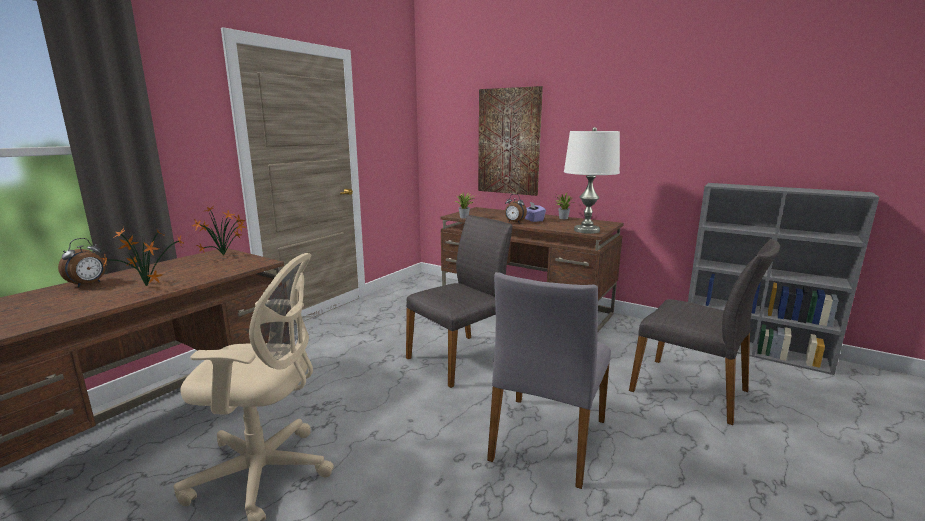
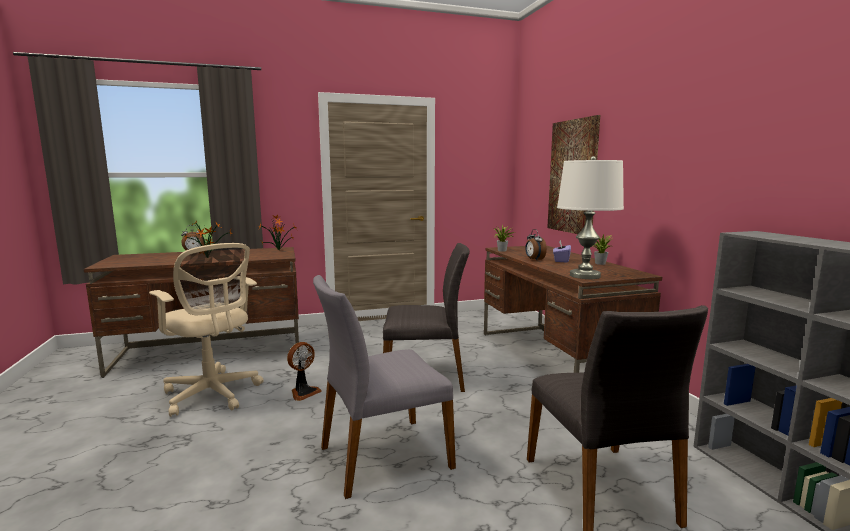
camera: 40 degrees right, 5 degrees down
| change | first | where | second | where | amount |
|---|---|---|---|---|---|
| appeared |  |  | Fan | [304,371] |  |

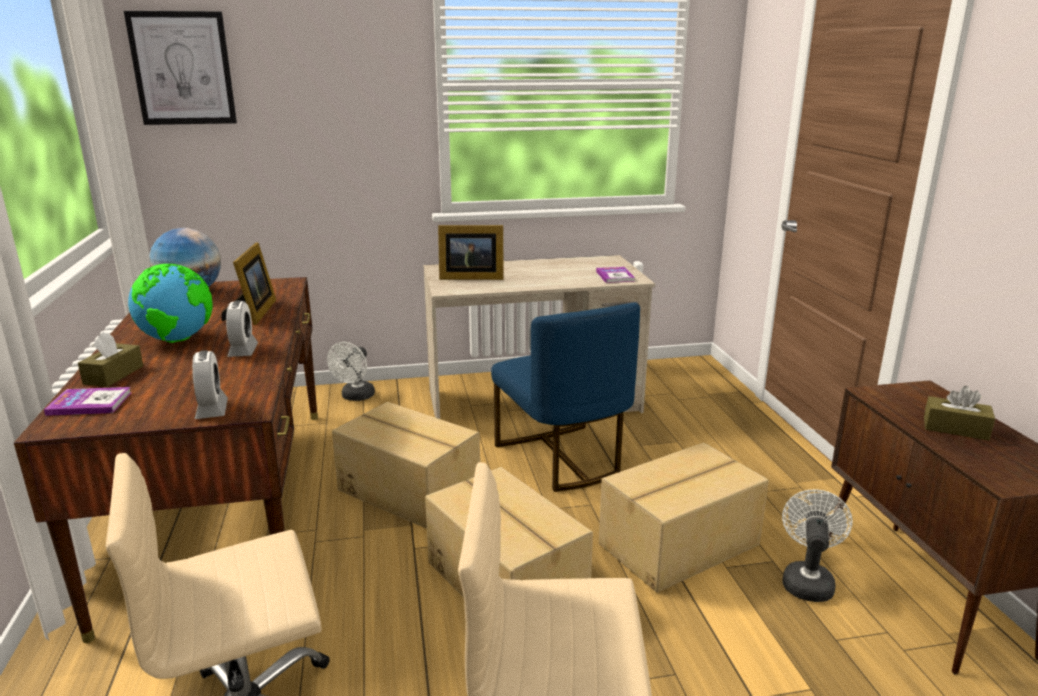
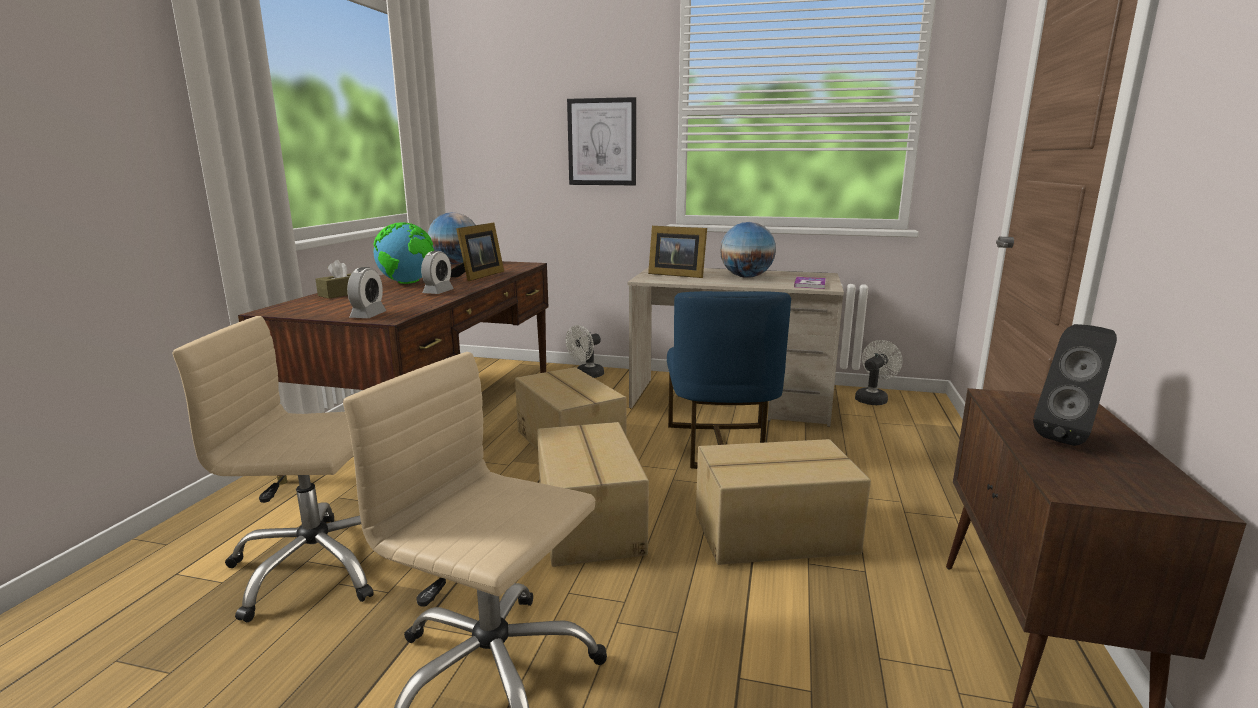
camera: 25 degrees right, 5 degrees down
| change | first | where | second | where | amount |
|---|---|---|---|---|---|
| missing | Book | [87,401] |  |  |  |
| relocated | WallPicture | [180,68] |  | [601,141] |  |
| relocated | WhiteColouredFan | [817,545] |  | [879,372] |  |
| exchanged | BrownishBoxOfTissues | [959,413] | BlackAudioSpeaker | [1075,385] |  |
| appeared |  |  | WorldGlobe | [748,250] |  |

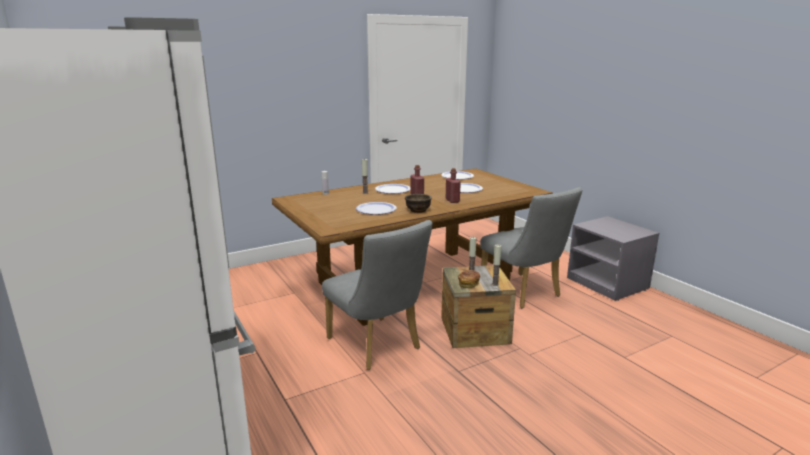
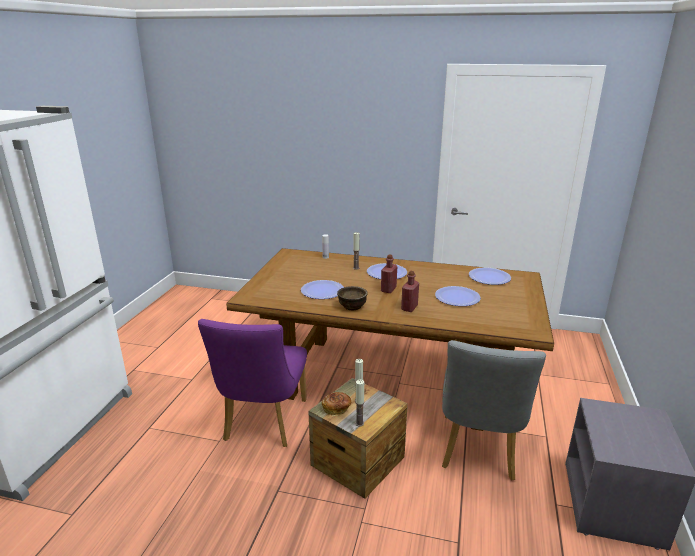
camera: 45 degrees right, 5 degrees up
| change | first | where | second | where | amount |
|---|---|---|---|---|---|
| colour | GreyishPlainChair | [377,295] | PurplishPlainChair | [252,383] |  |

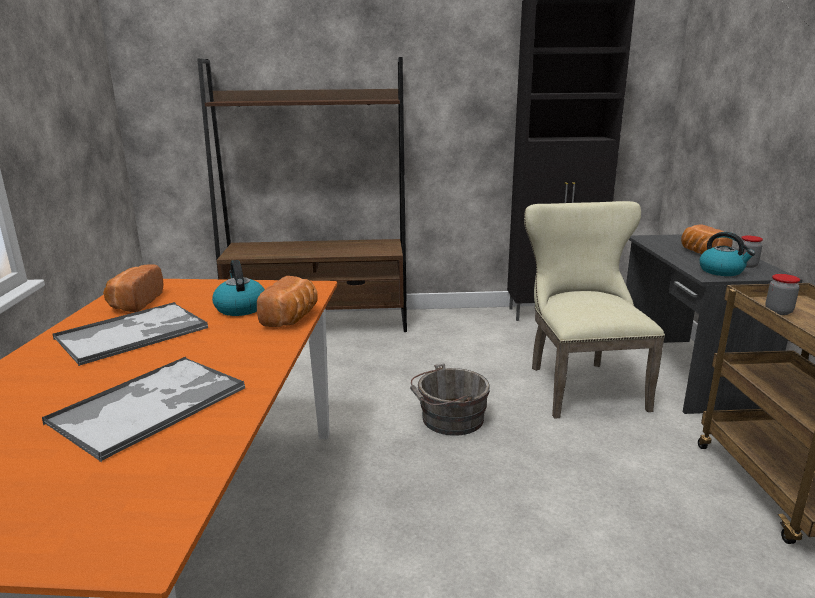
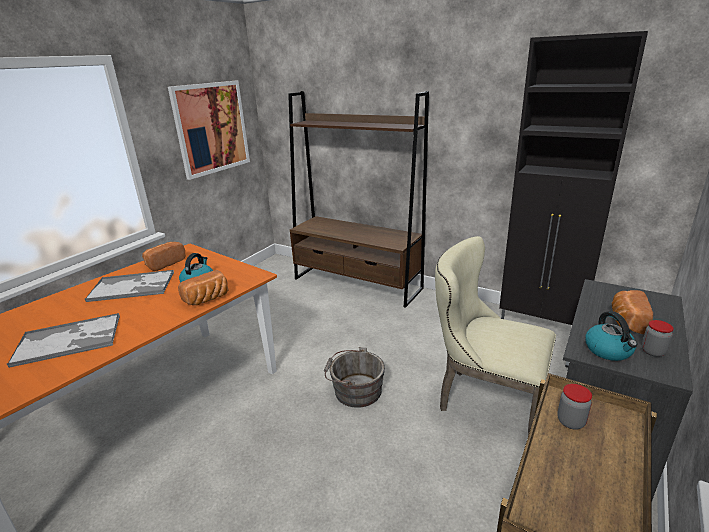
camera: 35 degrees right, 5 degrees up
| change | first | where | second | where | amount |
|---|---|---|---|---|---|
| spun | BeigePlainChair | [594,309] |  | [495,336] | 90 degrees counterclockwise |
| appeared |  |  | WallPicture | [209,130] |  |

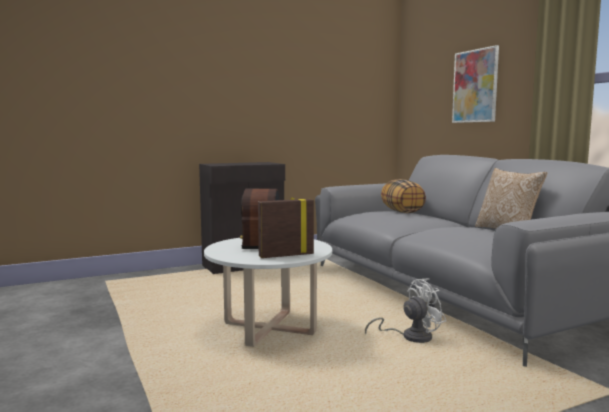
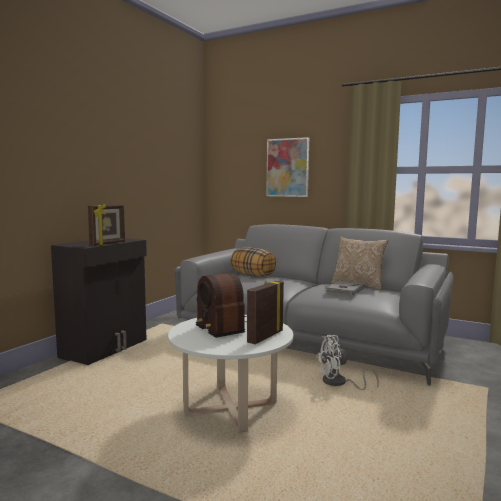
camera: 35 degrees left, 0 degrees up
| change | first | where | second | where | amount |
|---|---|---|---|---|---|
| spun | WhiteColouredFan | [405,310] |  | [347,362] | 135 degrees counterclockwise |
| appeared |  |  | PictureFrame | [106,224] |  |
| appeared |  |  | GreyishBook | [344,288] |  |

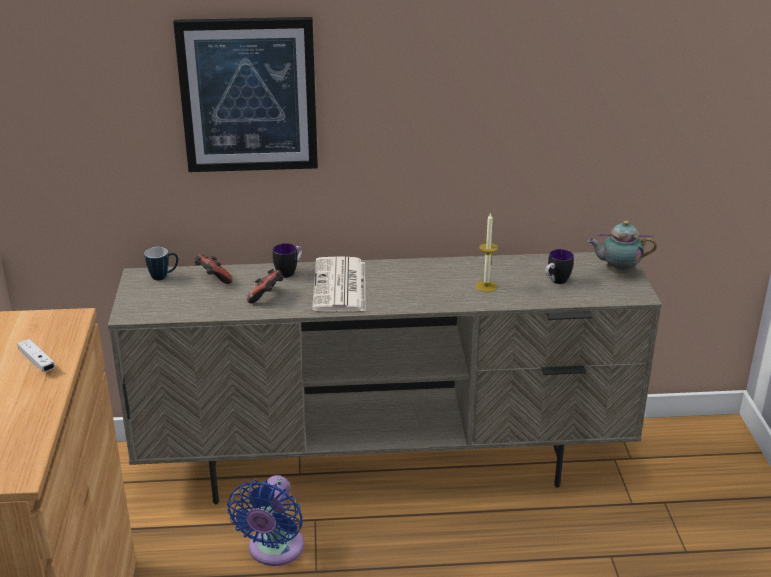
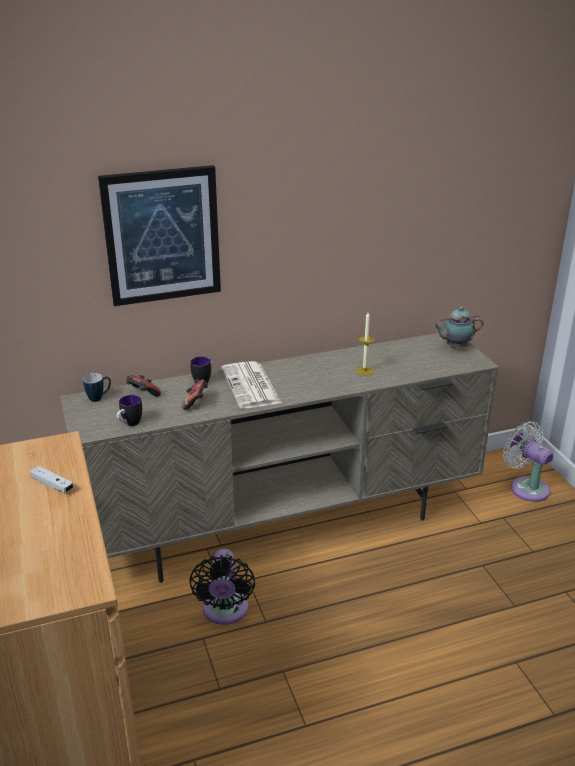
camera: 15 degrees left, 0 degrees up
| change | first | where | second | where | amount |
|---|---|---|---|---|---|
| colour | BluishFan | [265,520] | BlackFan | [222,587] |  |
| relocated | Mug | [559,266] |  | [129,410] |  |
| appeared |  |  | WhiteColouredFan | [528,461] |  |

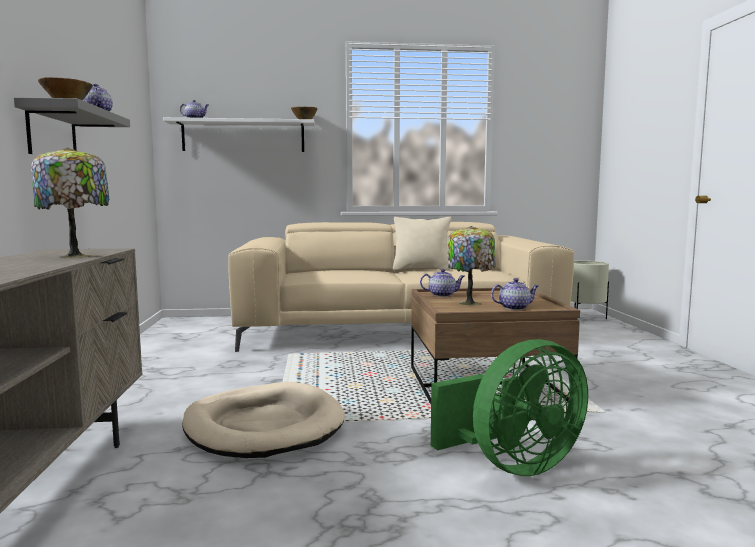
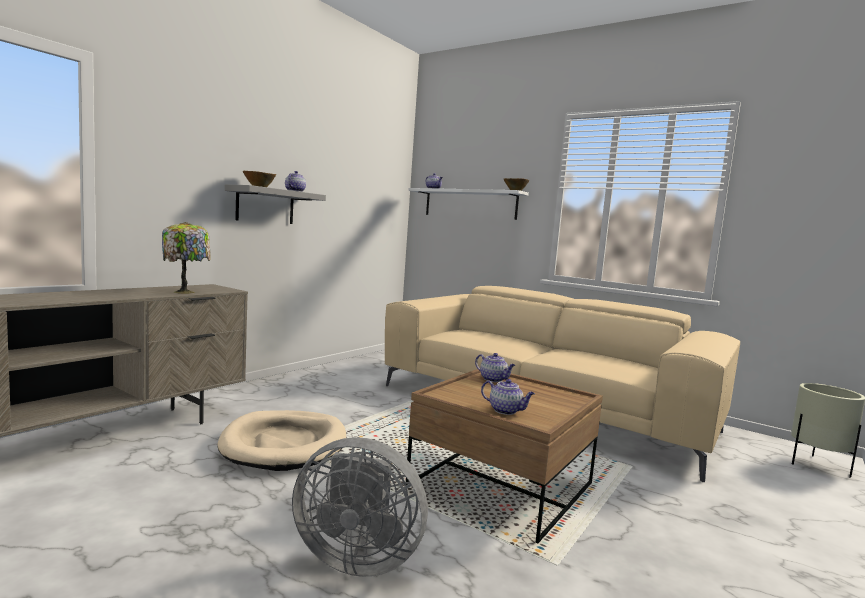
camera: 40 degrees right, 0 degrees up
| change | first | where | second | where | amount |
|---|---|---|---|---|---|
| missing | BeigeThrowPillow | [422,244] |  |  |  |
| colour | GreenishFan | [509,407] | GreyishFan | [360,507] |  |
| missing | TabletopLamp | [471,266] |  |  |  |

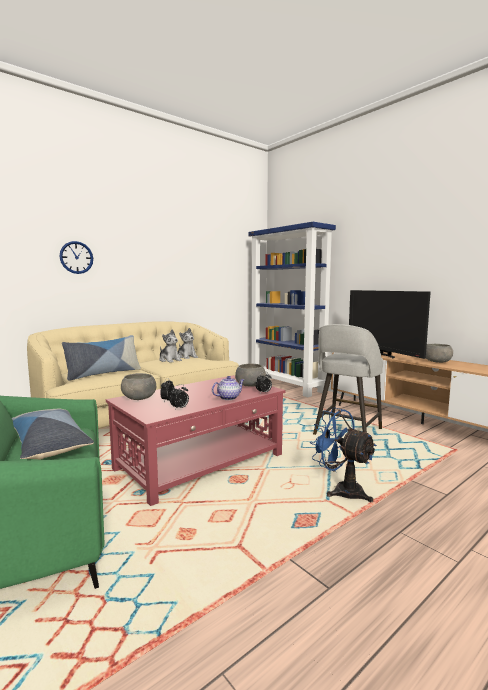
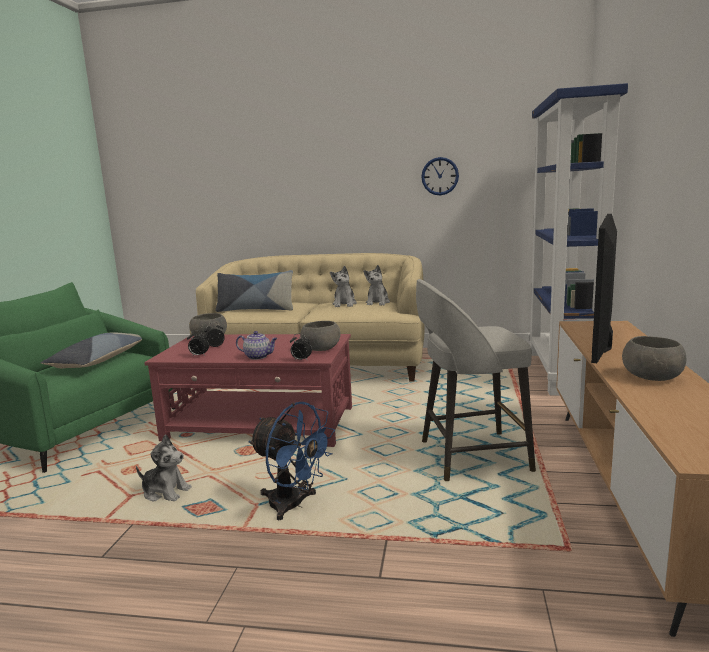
camera: 50 degrees right, 5 degrees up
| change | first | where | second | where | amount |
|---|---|---|---|---|---|
| relocated | ClockOnTheWall | [76,257] |  | [440,176] |  |
| spun | BluishFan | [343,454] |  | [292,461] | 120 degrees clockwise |
| appeared |  |  | SoftToy | [164,467] |  |

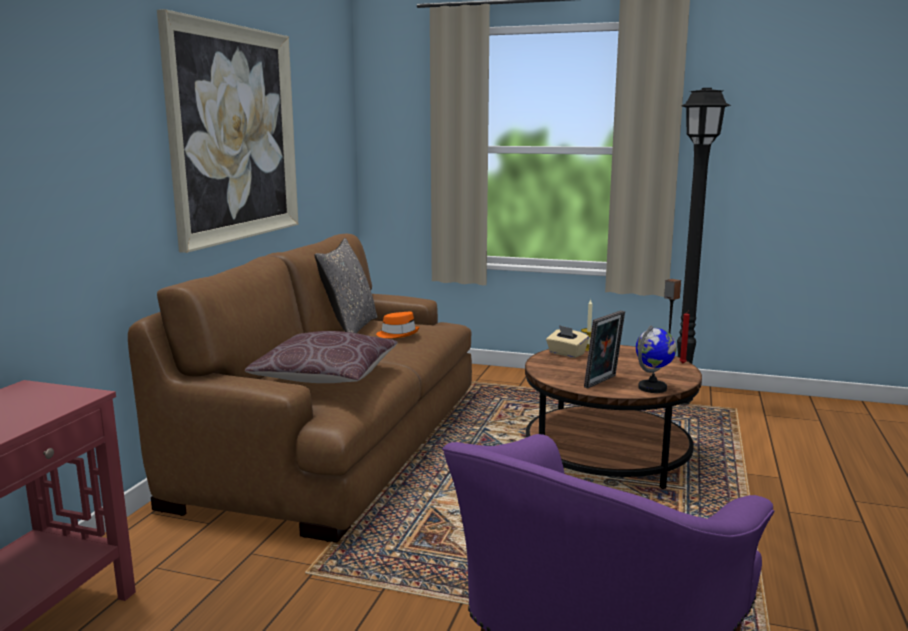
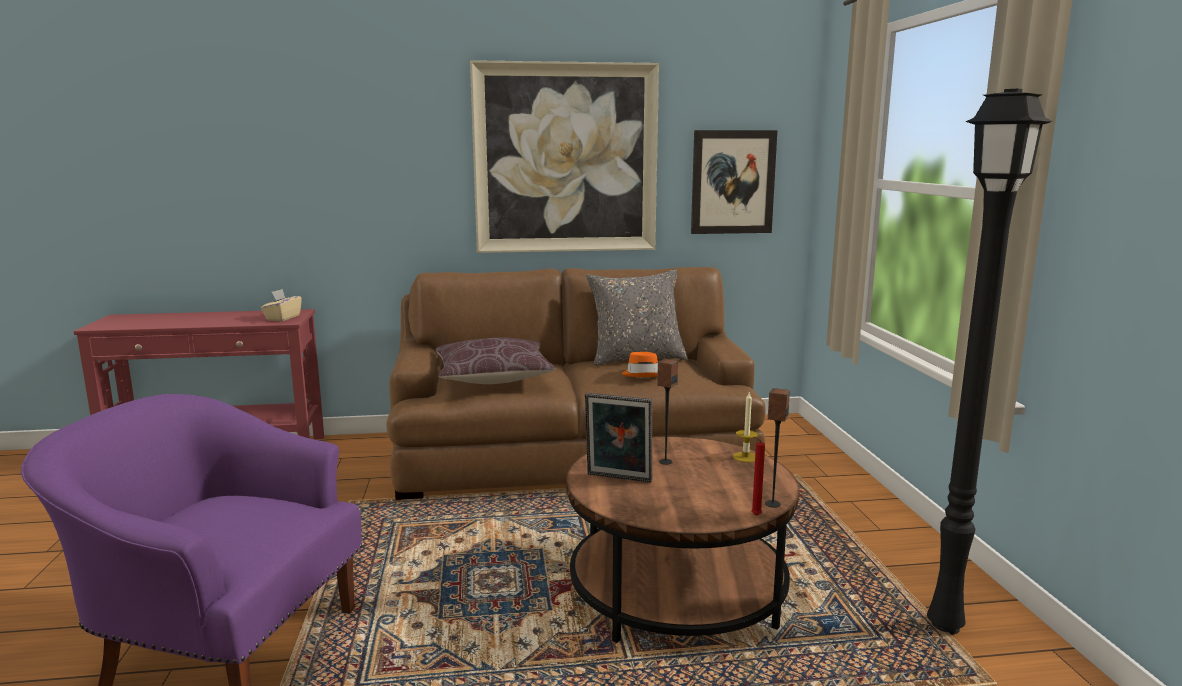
camera: 65 degrees right, 0 degrees up
| change | first | where | second | where | amount |
|---|---|---|---|---|---|
| relocated | BeigeBoxOfTissues | [567,341] |  | [281,305] |  |
| missing | WorldGlobe | [656,359] |  |  |  |
| appeared |  |  | AudioSpeaker | [667,412] |  |
| appeared |  |  | WallPicture | [734,182] |  |

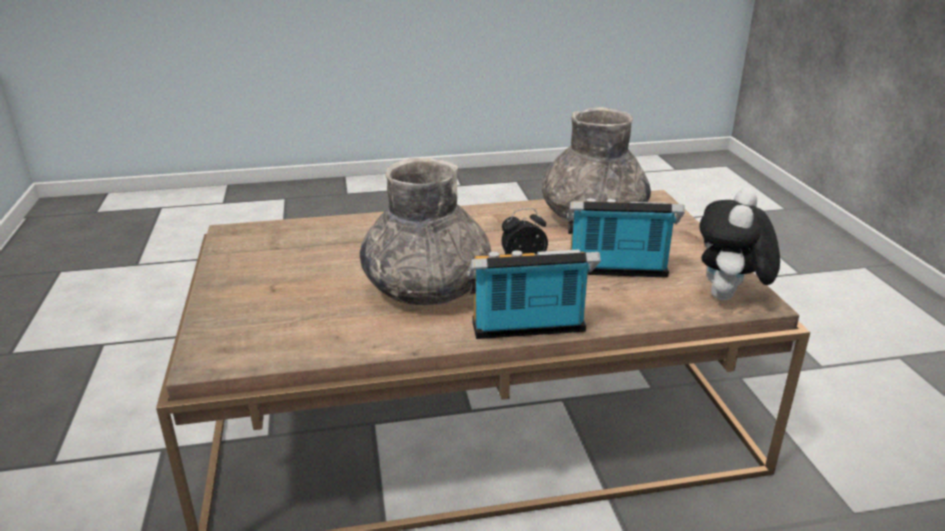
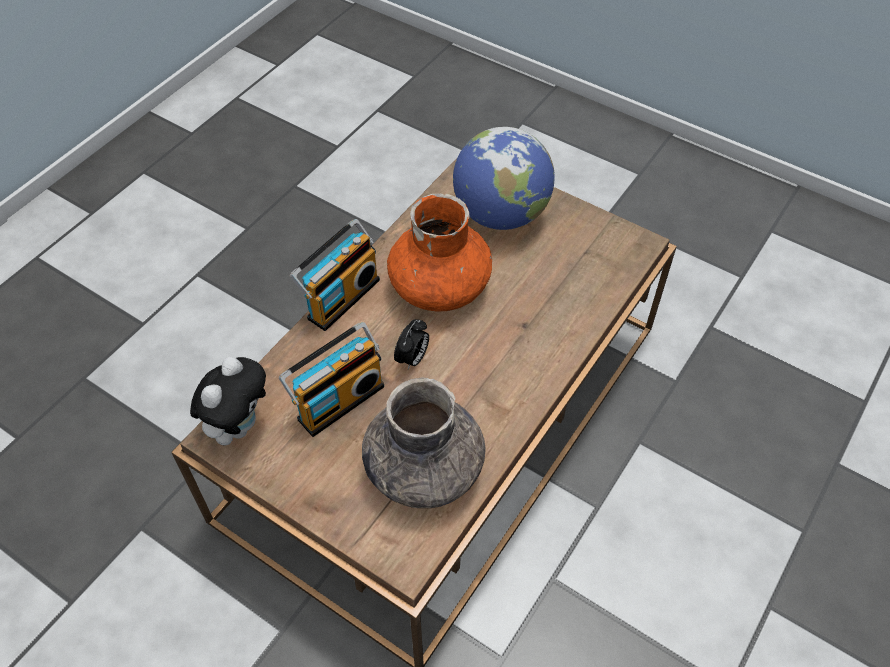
camera: 135 degrees right, 25 degrees up
| change | first | where | second | where | amount |
|---|---|---|---|---|---|
| colour | GreyishFlowerVase | [425,231] | OrangeyFlowerVase | [439,252] |  |
| spun | SoftToy | [739,244] |  | [228,401] | 45 degrees clockwise |
| appeared |  |  | WorldGlobe | [503,178] |  |

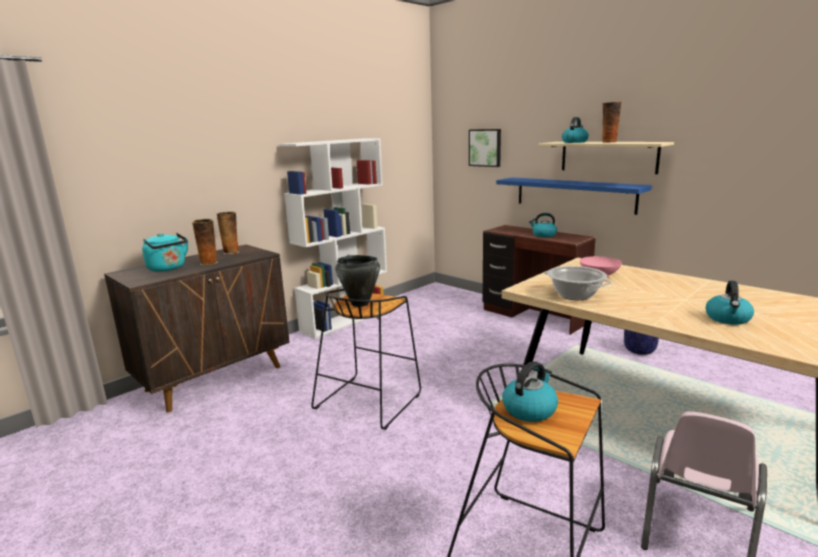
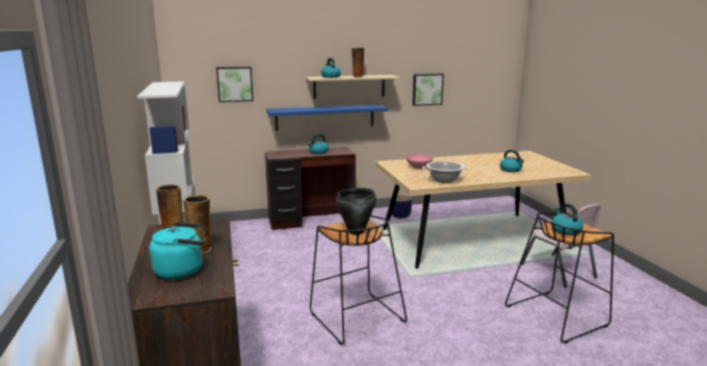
camera: 60 degrees left, 0 degrees up
| change | first | where | second | where | amount |
|---|---|---|---|---|---|
| appeared |  |  | WallPicture | [428,90] |  |

